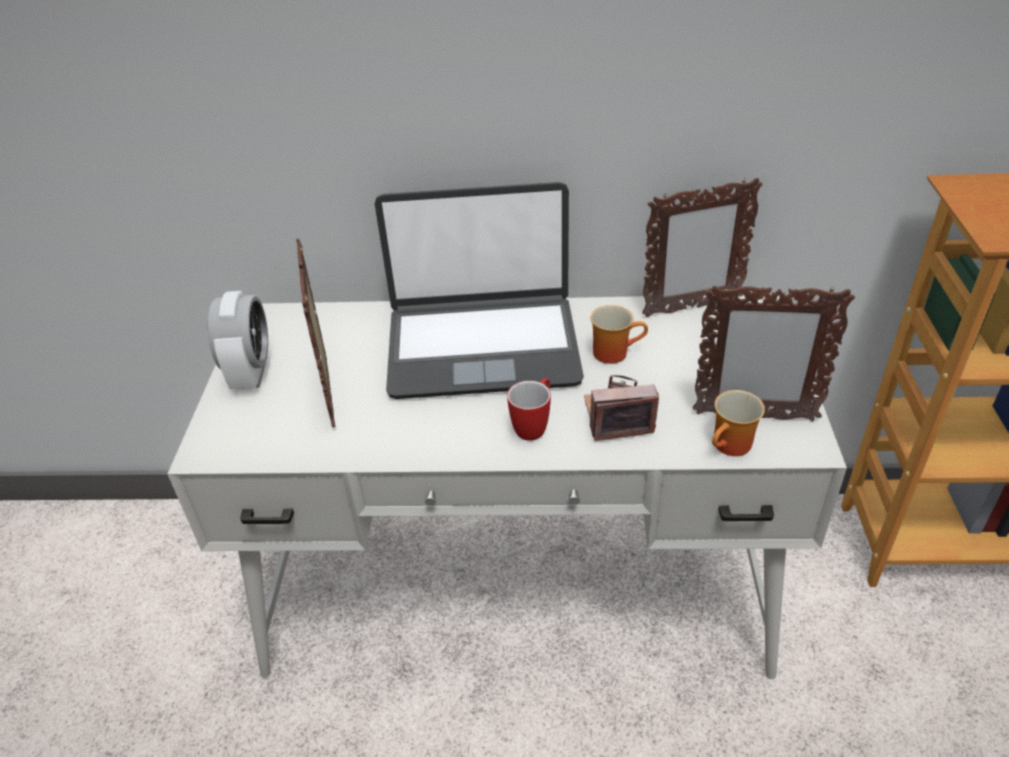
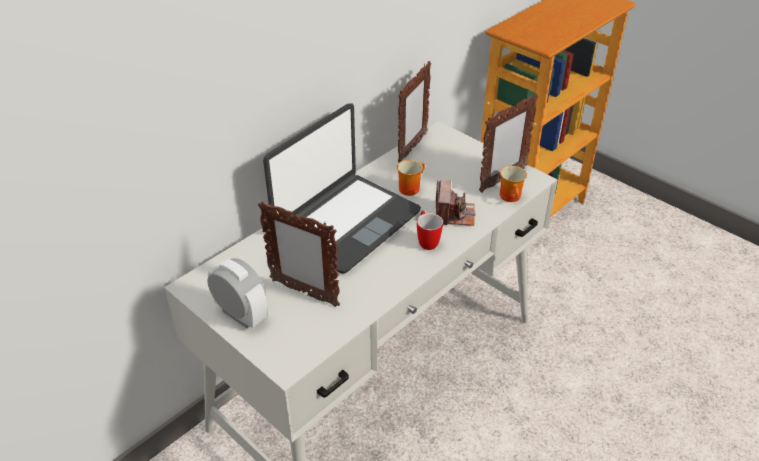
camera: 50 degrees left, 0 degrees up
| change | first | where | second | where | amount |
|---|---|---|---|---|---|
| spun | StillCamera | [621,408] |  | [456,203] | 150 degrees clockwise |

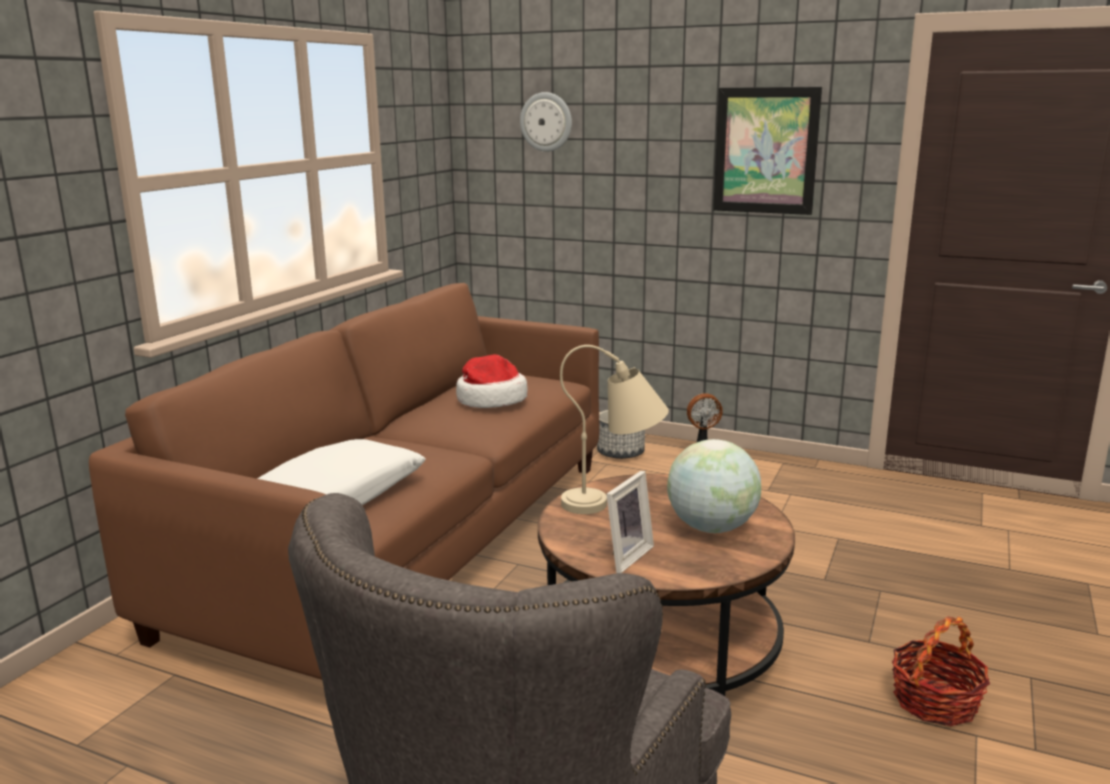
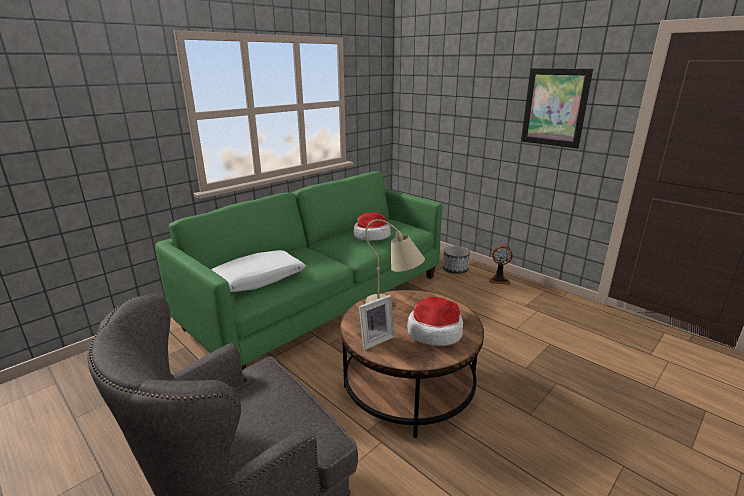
camera: 20 degrees right, 5 degrees up
| change | first | where | second | where | amount |
|---|---|---|---|---|---|
| colour | BrownishCouch | [344,481] | GreenishCouch | [298,270] |  |
| missing | ClockOnTheWall | [546,122] |  |  |  |
| exchanged | WorldGlobe | [714,486] | ClothingHat | [435,321] |  |
| missing | Basket | [941,671] |  |  |  |

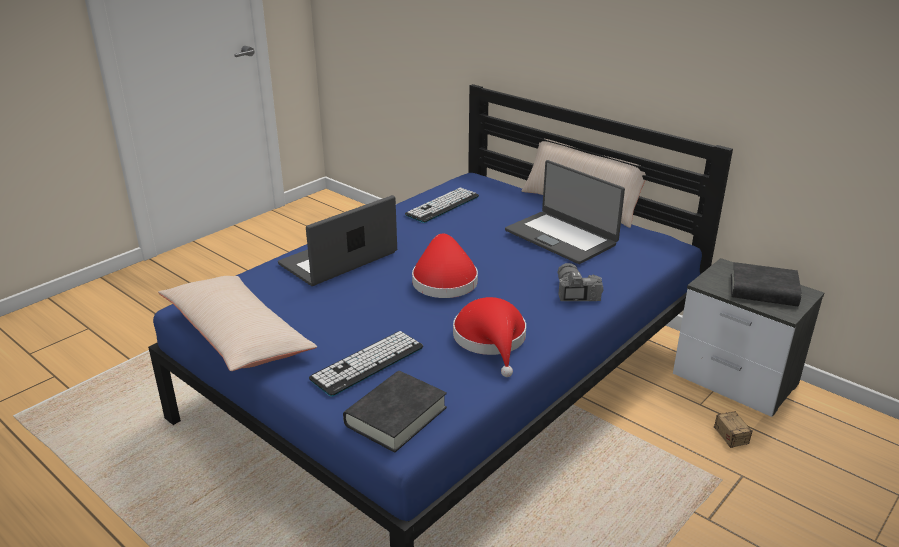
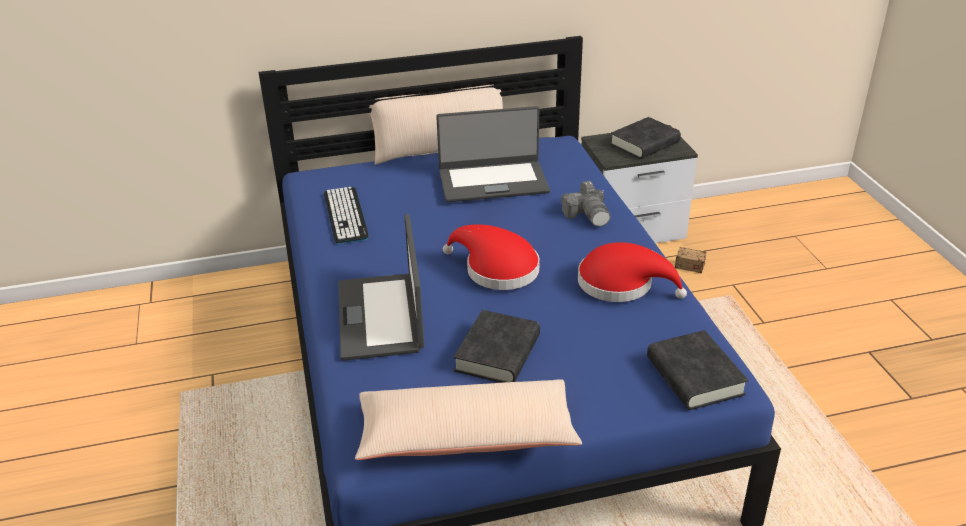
camera: 55 degrees left, 5 degrees up
| change | first | where | second | where | amount |
|---|---|---|---|---|---|
| missing | Keyboard | [366,364] |  |  |  |
| spun | StillCamera | [580,282] |  | [585,204] | 135 degrees counterclockwise |
| appeared |  |  | BlackBook | [496,346] |  |

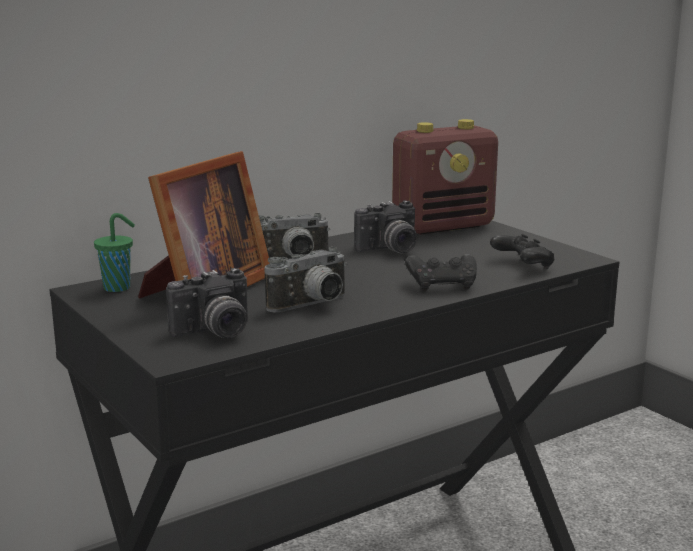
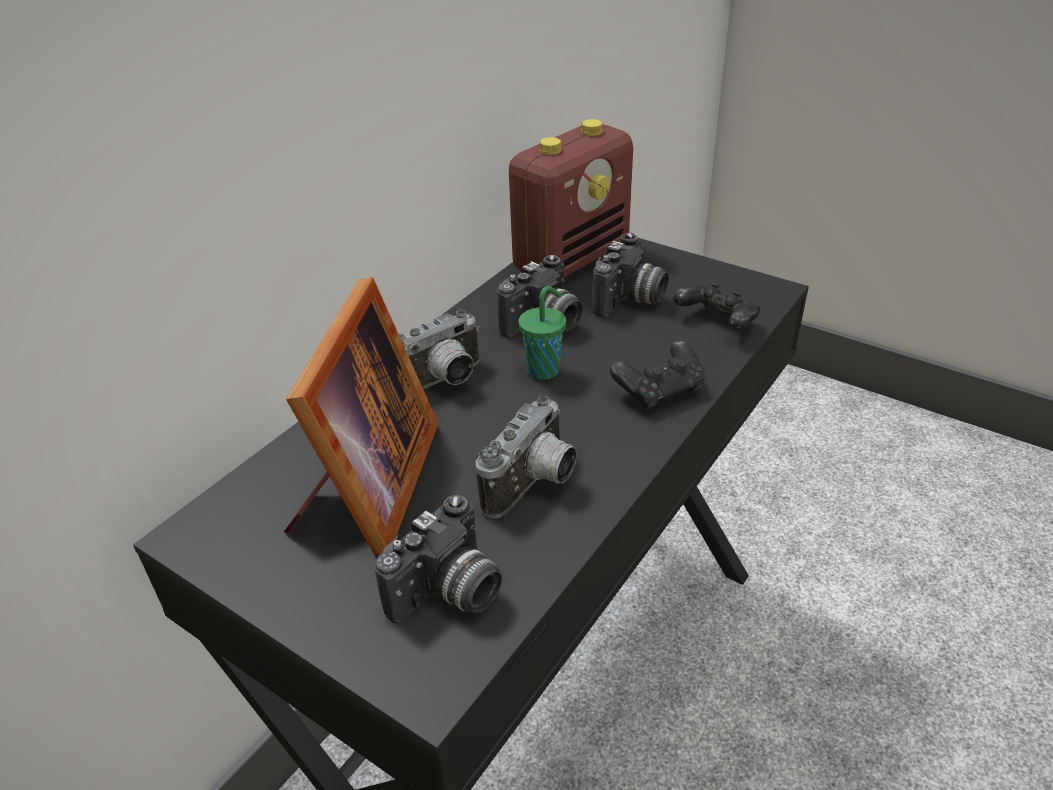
camera: 20 degrees left, 20 degrees up
| change | first | where | second | where | amount |
|---|---|---|---|---|---|
| relocated | GreenishDrinkingCup | [114,252] |  | [542,333] |  |
| appeared |  |  | StillCamera | [630,275] |  |

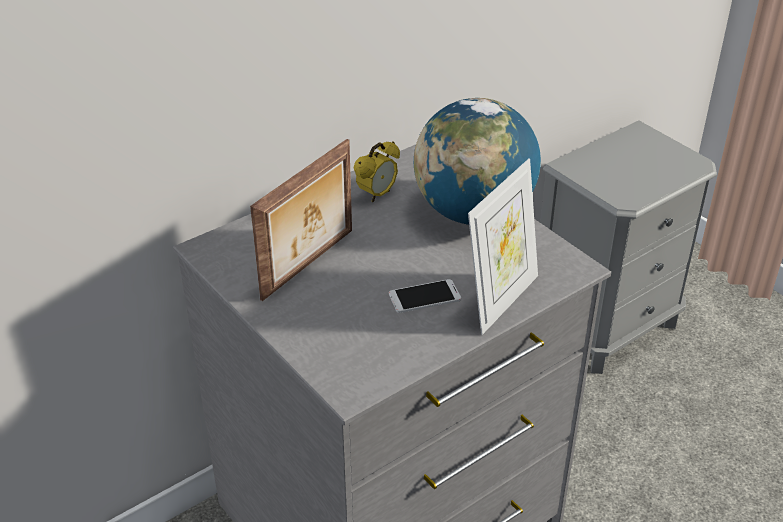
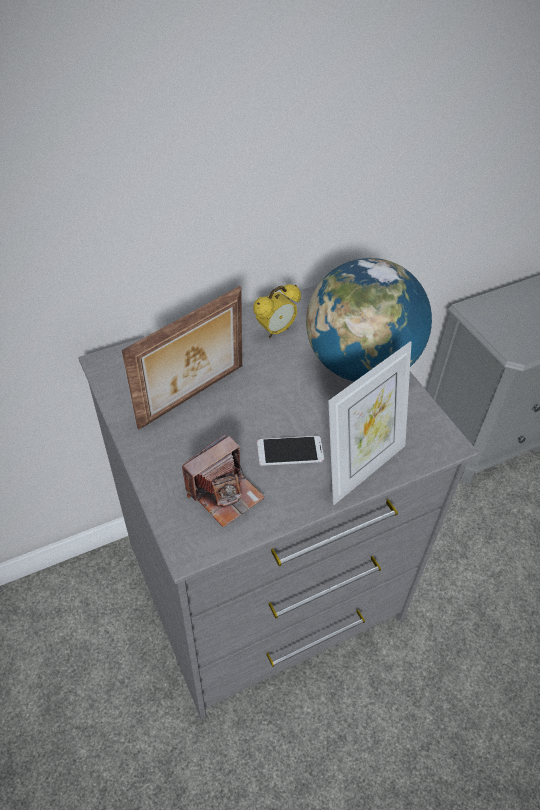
camera: 10 degrees right, 10 degrees up
| change | first | where | second | where | amount |
|---|---|---|---|---|---|
| appeared |  |  | StillCamera | [223,480] |  |

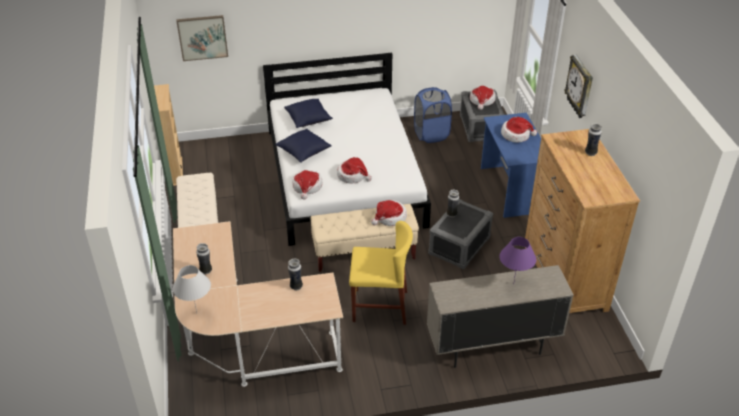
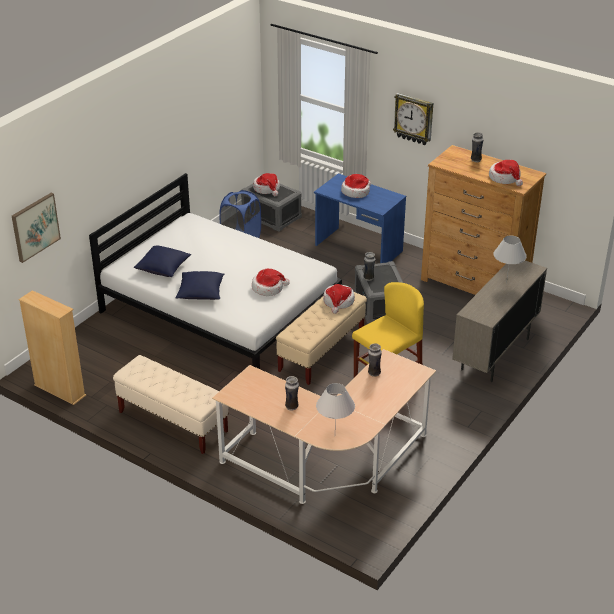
camera: 45 degrees left, 5 degrees down
| change | first | where | second | where | amount |
|---|---|---|---|---|---|
| relocated | ClothingHat | [307,185] |  | [506,173] |  |
| colour | PurplishTabletopLamp | [517,261] | WhiteColouredTabletopLamp | [510,259] |  |

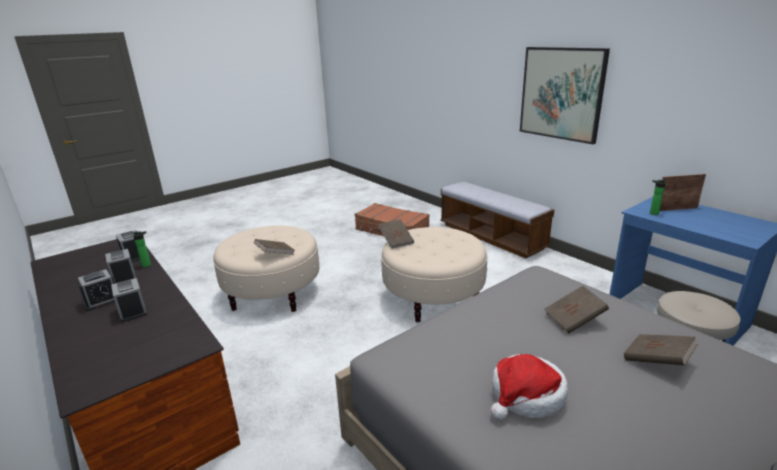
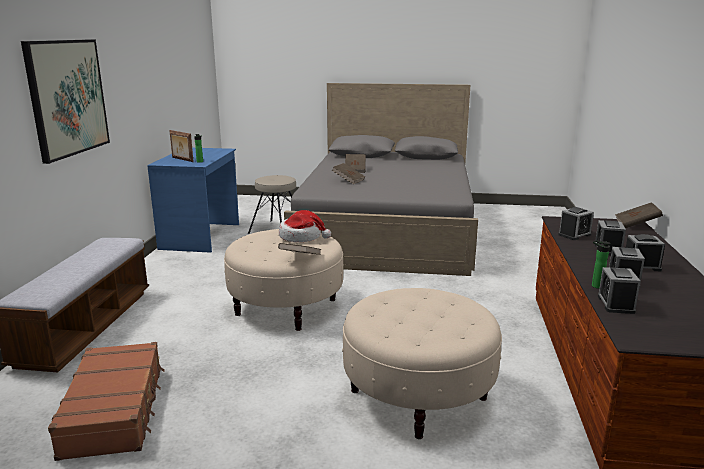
camera: 135 degrees left, 5 degrees down
| change | first | where | second | where | amount |
|---|---|---|---|---|---|
| relocated | BrownishBook | [274,247] |  | [639,215] |  |
| relocated | ClothingHat | [529,387] |  | [305,226] |  |
| appeared |  |  | TableClock | [576,223] |  |

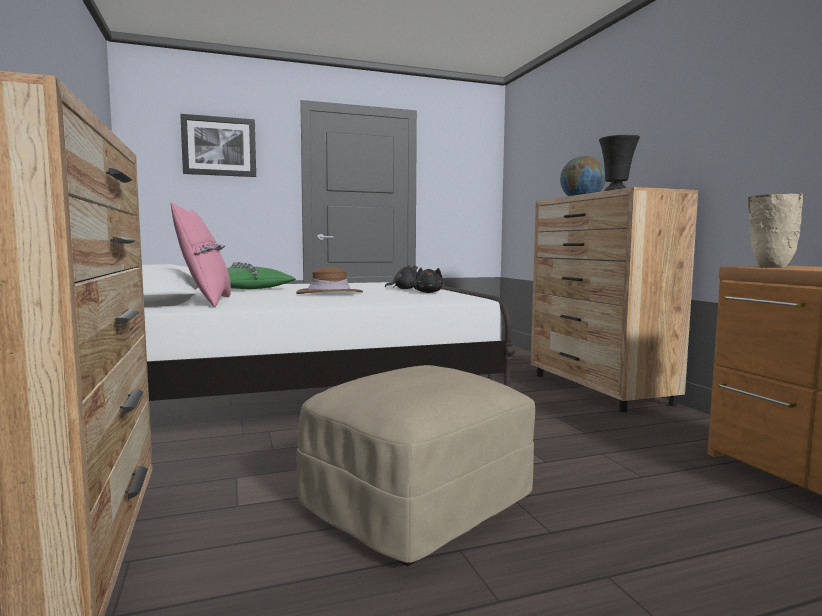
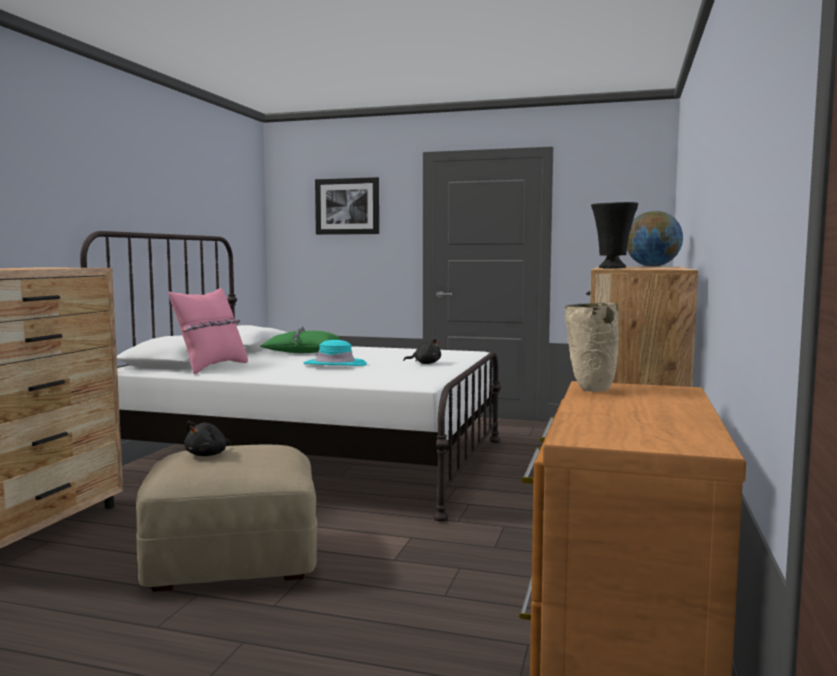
camera: 35 degrees right, 0 degrees up
| change | first | where | second | where | amount |
|---|---|---|---|---|---|
| colour | BrownishClothingHat | [329,280] | TurquoiseClothingHat | [335,353] |  |
| relocated | BlackSoftToy | [428,280] |  | [207,438] |  |

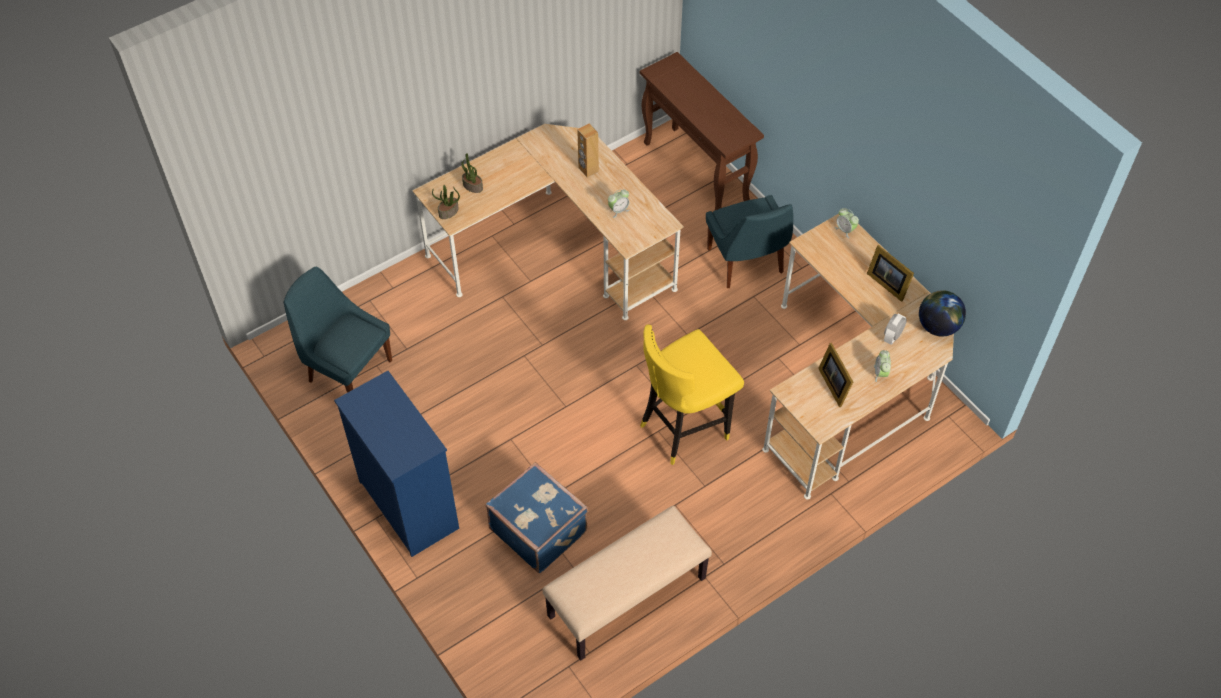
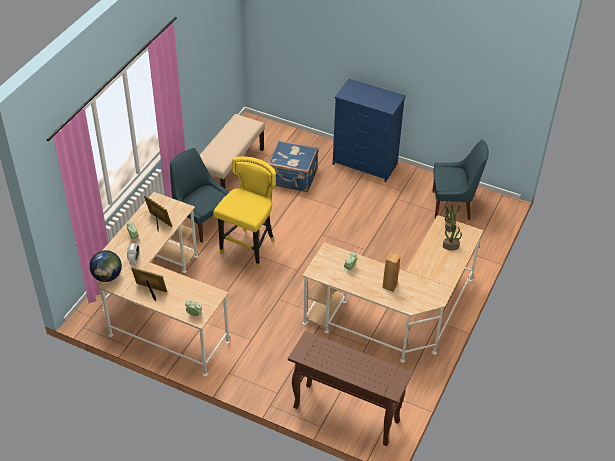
camera: 150 degrees right, 10 degrees down
| change | first | where | second | where | amount |
|---|---|---|---|---|---|
| relocated | BluishPlainChair | [749,241] |  | [199,195] |  |

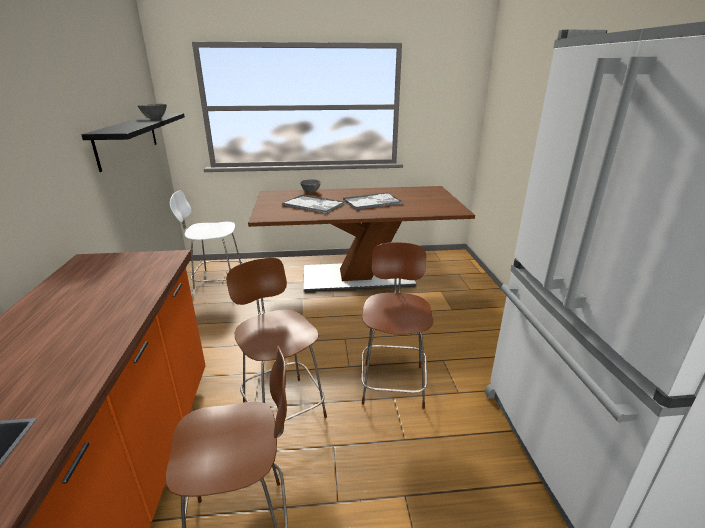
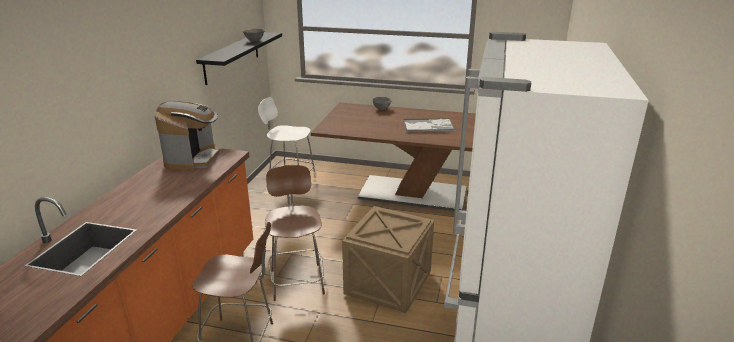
camera: 20 degrees right, 0 degrees up
| change | first | where | second | where | amount |
|---|---|---|---|---|---|
| missing | ServingTray | [313,204] |  |  |  |
| exchanged | BrownishPlainChair | [397,325] | ShippingCrate | [388,259] |  |
| appeared |  |  | CoffeeBrewer | [187,136] |  |

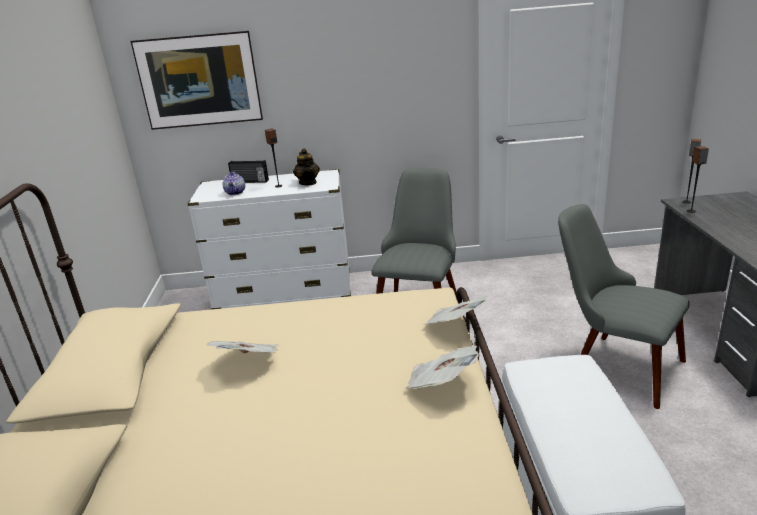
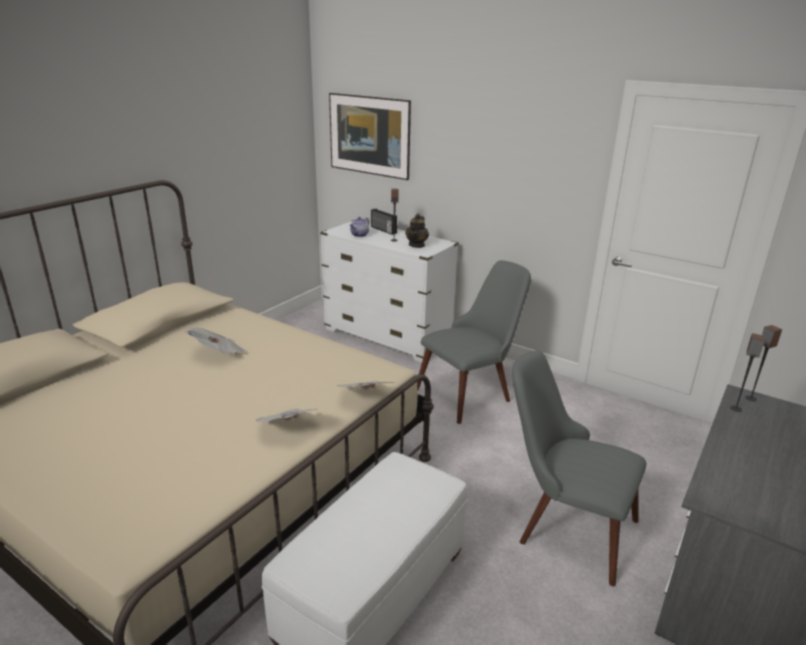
camera: 35 degrees right, 0 degrees up
| change | first | where | second | where | amount |
|---|---|---|---|---|---|
| spun | GreyishPlainChair | [624,306] |  | [579,468] | 45 degrees counterclockwise |

